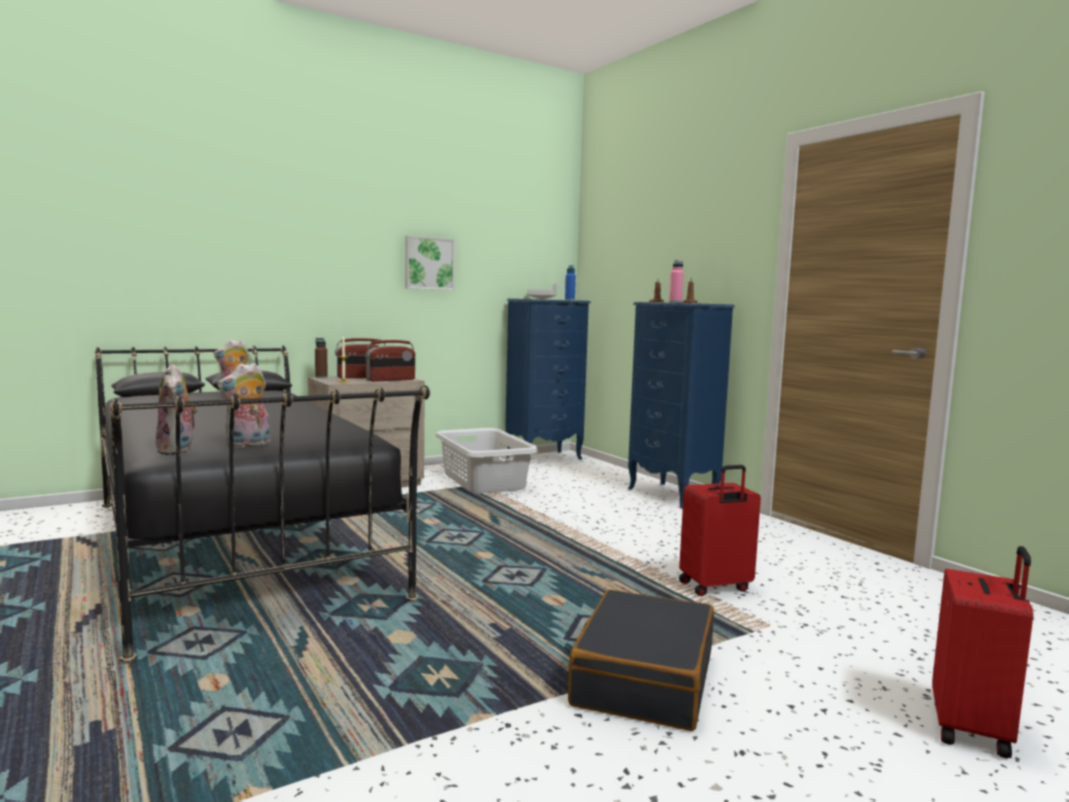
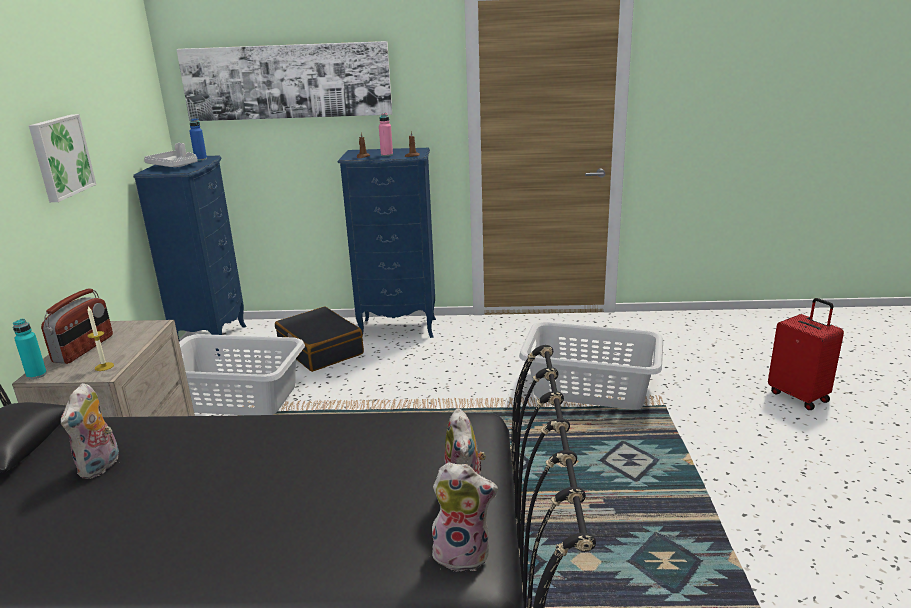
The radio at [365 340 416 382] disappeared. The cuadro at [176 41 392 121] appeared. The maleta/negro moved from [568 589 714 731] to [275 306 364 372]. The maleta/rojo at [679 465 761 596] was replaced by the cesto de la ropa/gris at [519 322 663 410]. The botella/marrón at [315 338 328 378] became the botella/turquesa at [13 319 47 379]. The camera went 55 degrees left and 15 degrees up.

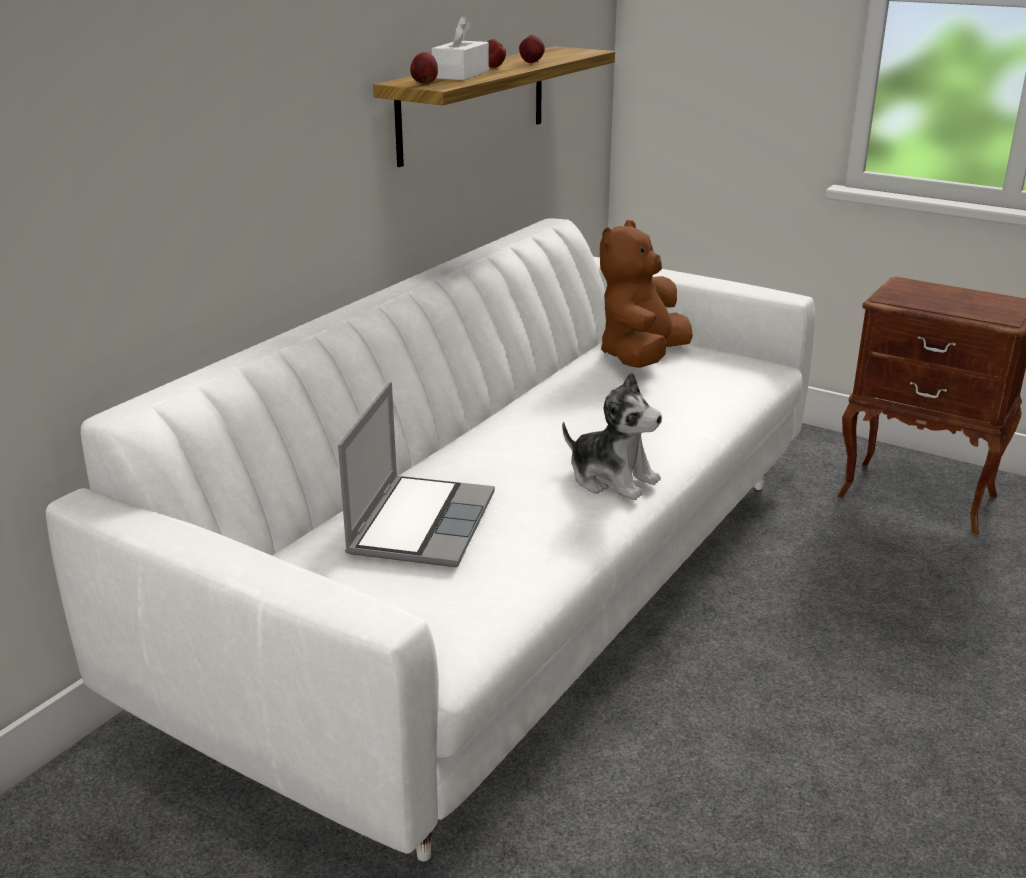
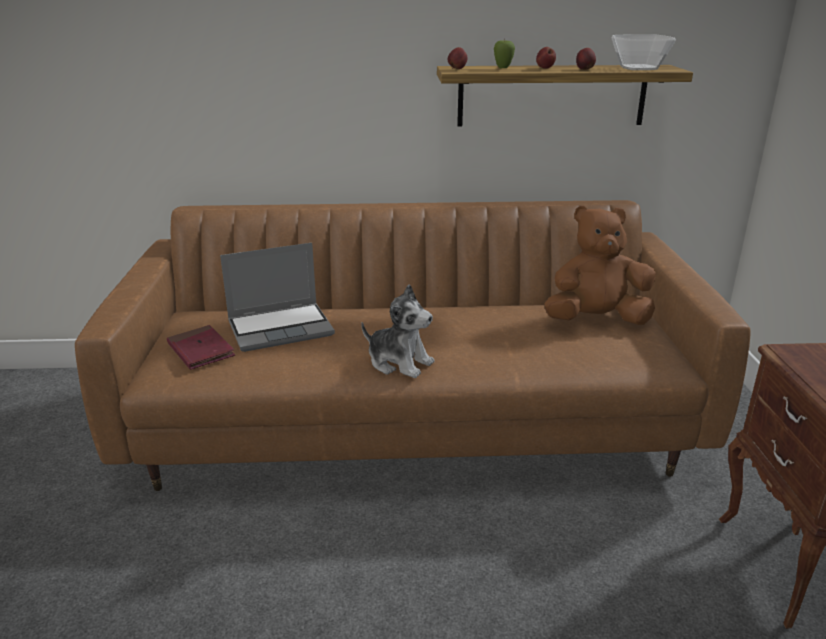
The libro/rojo at [167 325 235 370] appeared. The cuenco at [612 34 676 70] appeared. The caja de pañuelos/blanco at [432 15 489 80] was replaced by the manzana at [494 39 515 69]. The sofá/blanco at [46 218 815 861] became the sofá/marrón at [75 200 750 491]. The peluche at [562 372 662 500] turned 60 degrees counterclockwise. The camera went 55 degrees right and 0 degrees up.

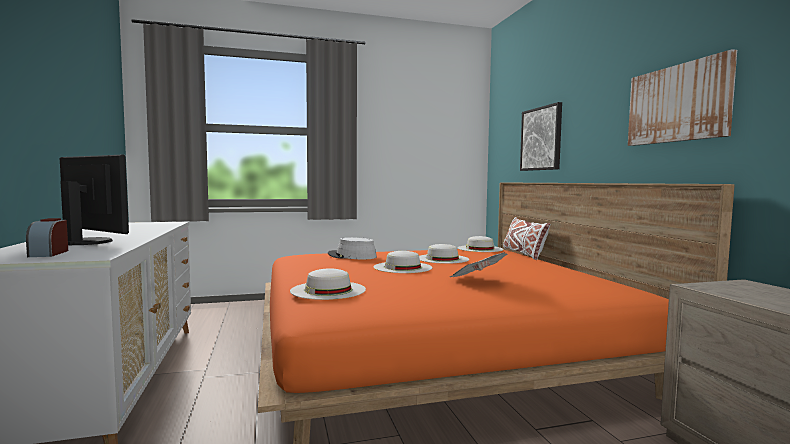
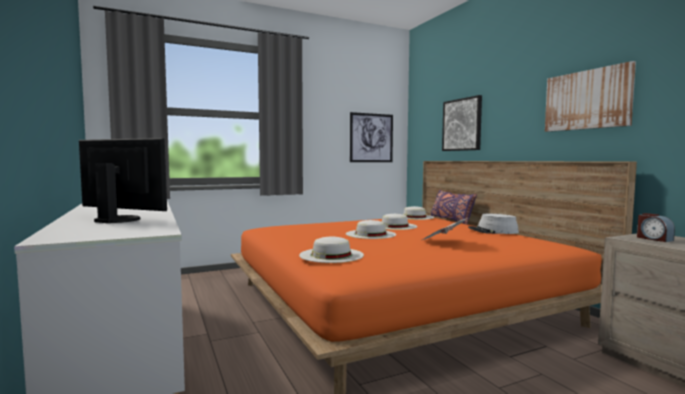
The cuadro at [350 112 393 162] appeared. The despertador moved from [26 218 68 257] to [637 213 675 242]. The sombrero/gris moved from [328 237 377 259] to [468 214 519 234]. The cojín/blanco at [503 217 550 260] became the cojín/morado at [431 190 477 225]. The camera went 10 degrees left and 0 degrees up.

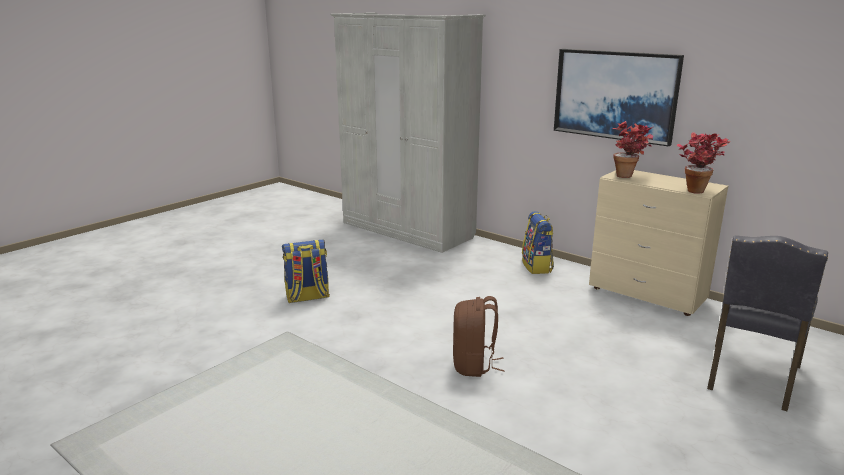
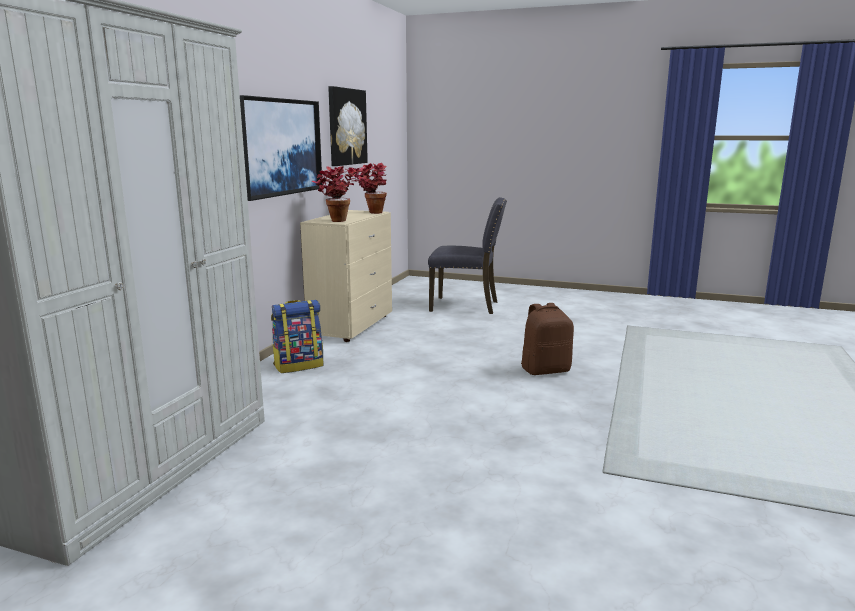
The mochila at [282 239 330 303] disappeared. The cuadro at [328 86 368 166] appeared. The camera went 110 degrees left and 5 degrees down.

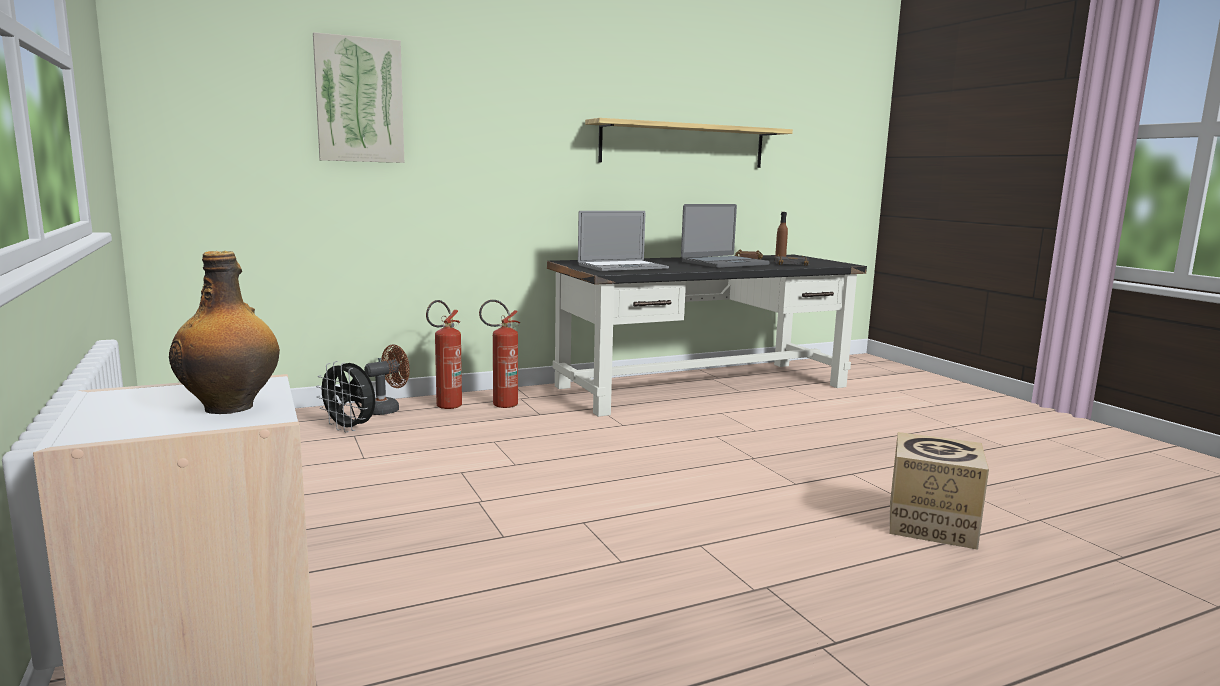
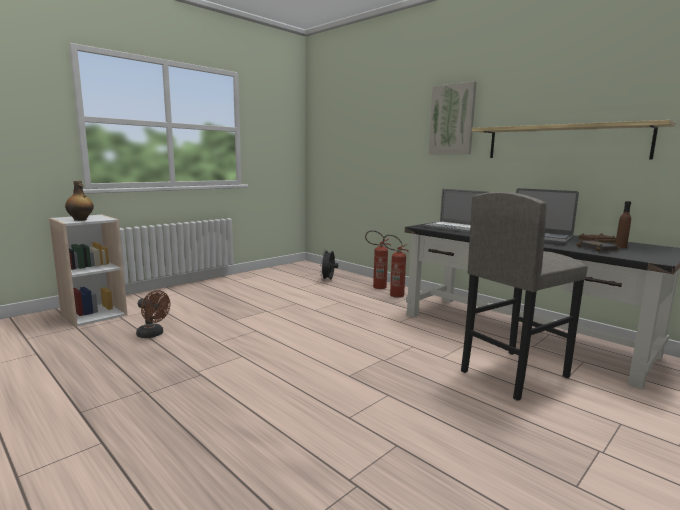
The caja de cartón at [890 432 989 550] disappeared. The taburete/gris at [461 192 588 401] appeared. The cuadro moved from [313 32 404 163] to [429 81 477 154]. The ventilador/marrón moved from [364 344 410 415] to [136 290 170 338]. The camera went 70 degrees right and 0 degrees up.

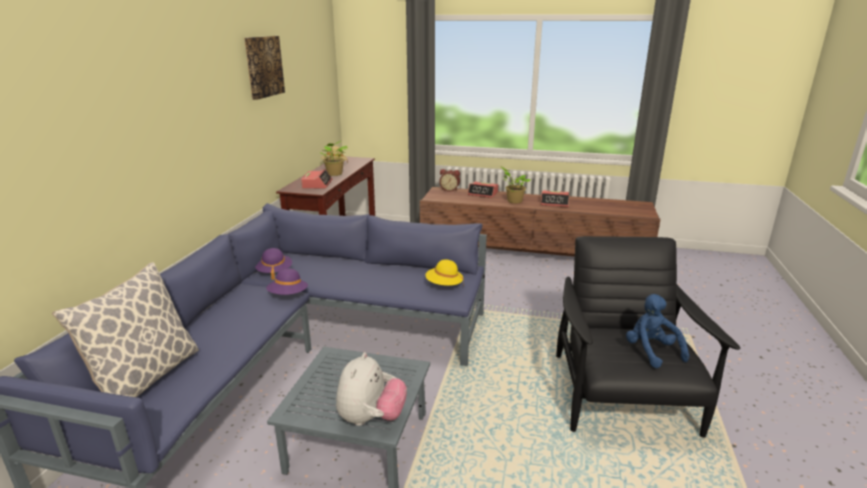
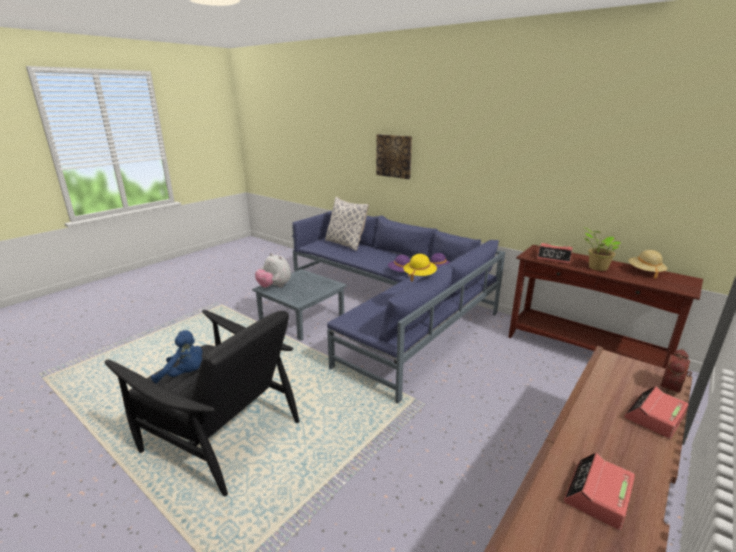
The planta en maceta at [500 166 531 203] disappeared. The cuadro moved from [244 36 285 100] to [376 134 412 179]. The sombrero/amarillo moved from [425 259 464 286] to [403 254 437 282]. The camera went 115 degrees right and 0 degrees up.

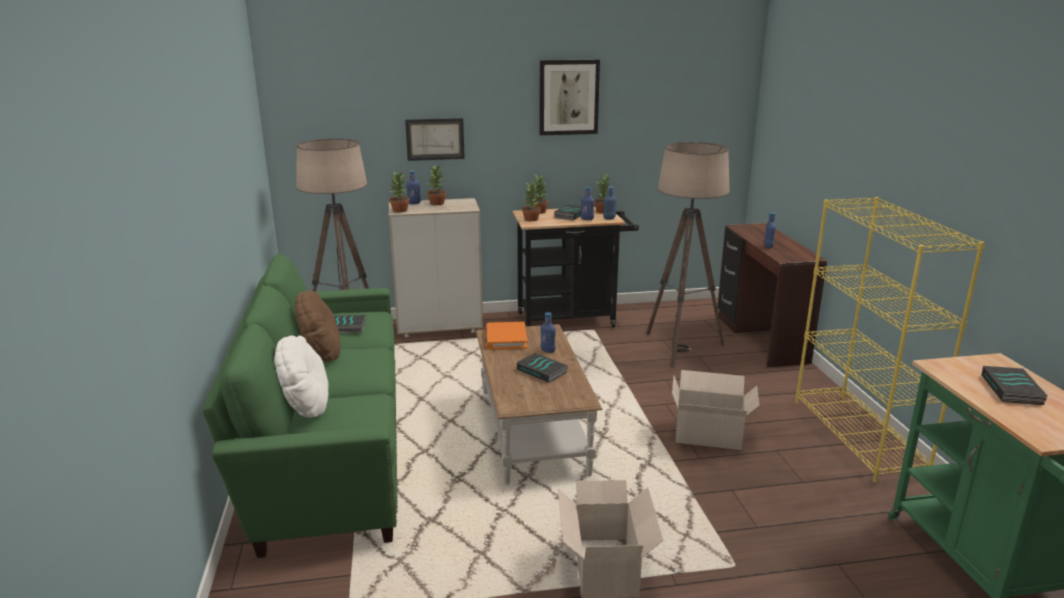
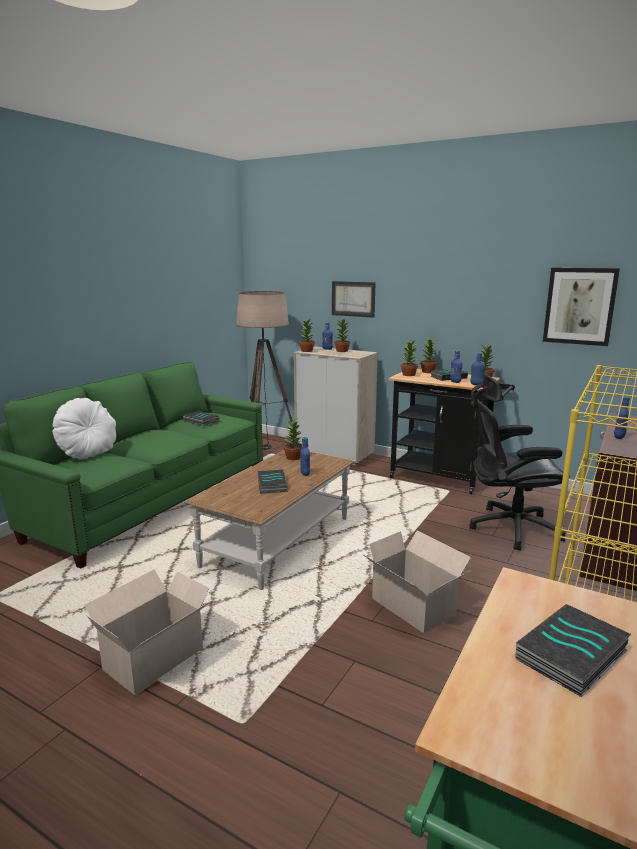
The cojín/marrón at [295 291 341 362] disappeared. The cuadro moved from [539 59 600 136] to [543 268 620 346]. The libro/naranja at [485 322 527 350] was replaced by the planta en maceta at [283 417 302 460]. The lámpara de pie at [646 142 730 368] was replaced by the silla de oficina at [469 374 570 551]. The camera went 40 degrees right and 5 degrees down.

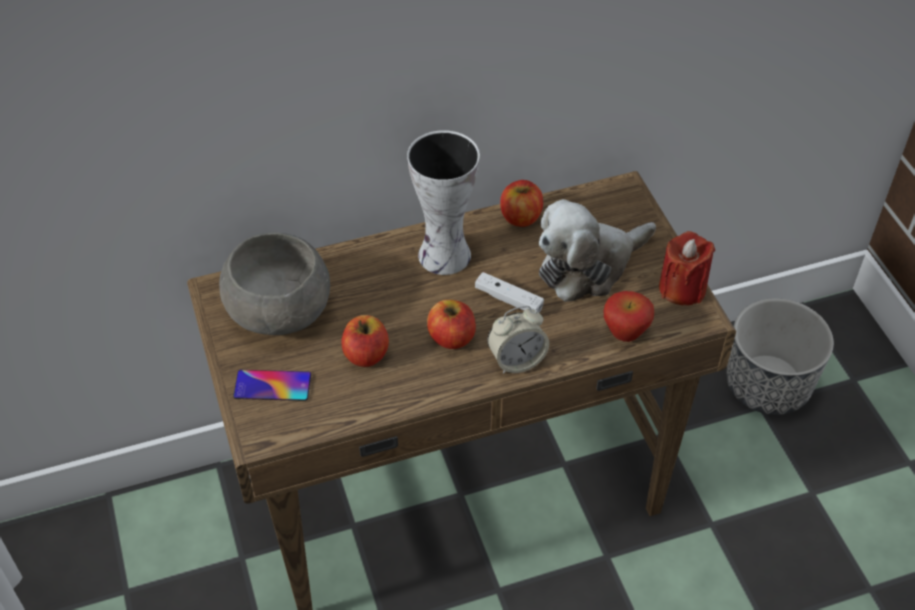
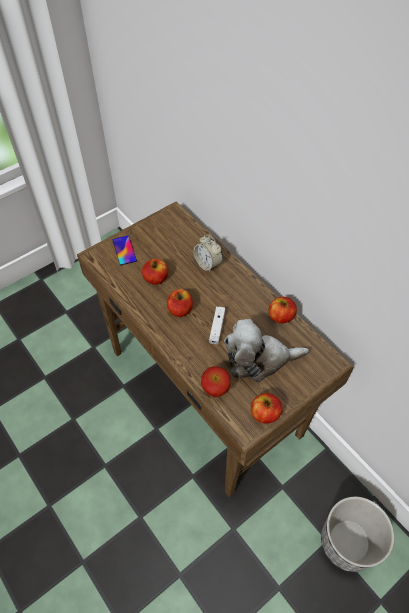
The cuenco/gris at [219 232 330 335] disappeared. The florero at [407 130 480 275] disappeared. The despertador moved from [487 306 549 374] to [194 235 223 273]. The vela/rojo at [659 231 715 306] was replaced by the manzana at [251 393 282 424]. The peluche at [539 199 656 302] turned 45 degrees counterclockwise. The camera went 70 degrees right and 5 degrees up.

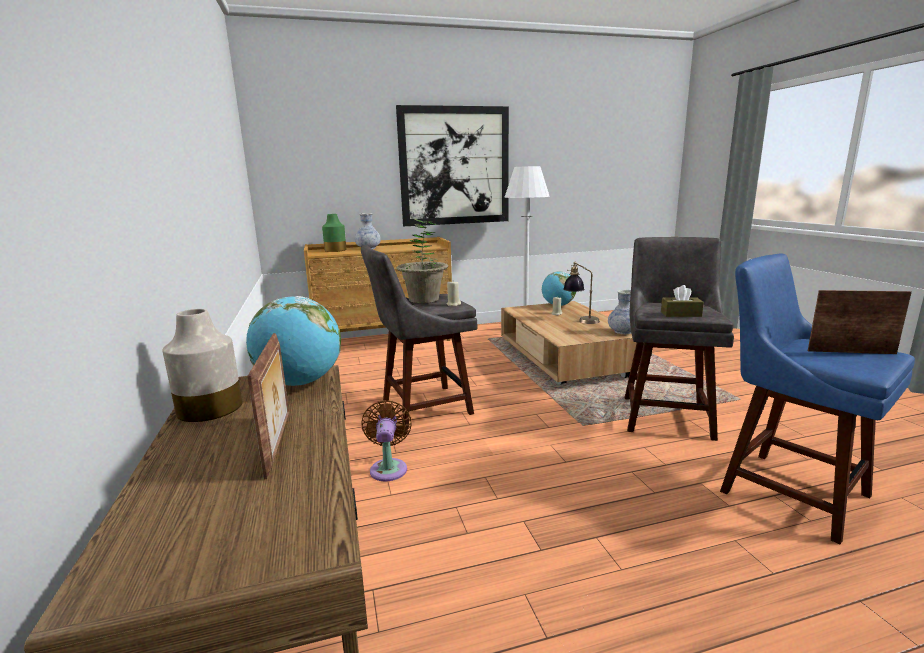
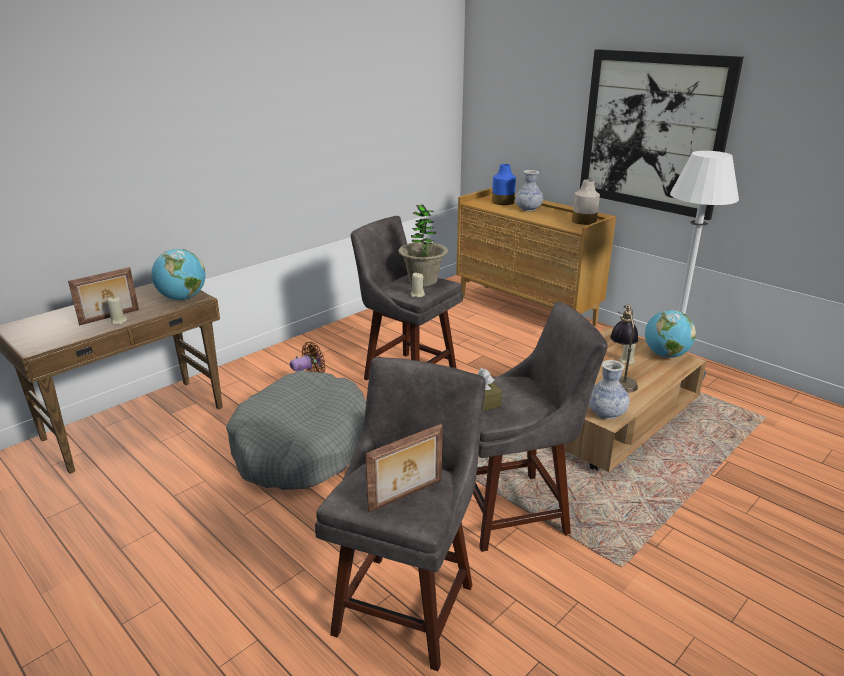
The vela/beis at [107 297 127 325] appeared. The cama para perro/gris at [226 370 366 490] appeared. The florero/beis moved from [162 309 243 422] to [572 180 600 225]. The florero/verde at [322 214 347 252] became the florero/azul at [492 164 516 205]. The taburete/azul at [720 254 915 544] became the taburete/gris at [315 357 486 671]. The portarretratos at [808 290 912 354] turned 75 degrees clockwise. The camera went 60 degrees right and 10 degrees up.

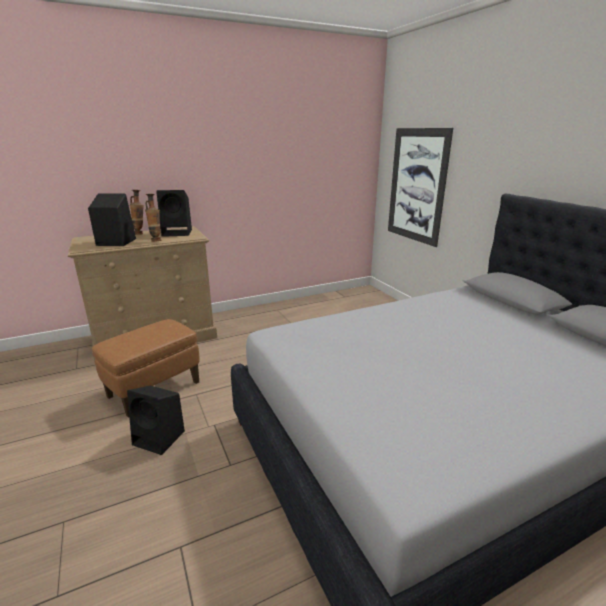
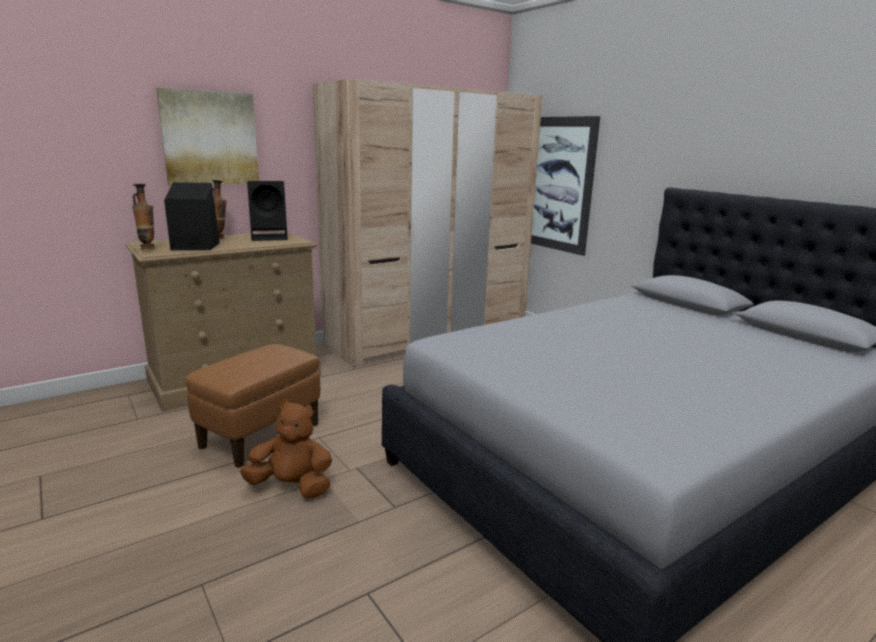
The cuadro at [156 88 259 186] appeared. The armario ropero/beis at [313 79 543 367] appeared. The florero moved from [145 194 162 242] to [132 184 155 250]. The altavoz/negro at [127 385 185 455] was replaced by the peluche/marrón at [240 399 332 498]. The camera went 10 degrees left and 5 degrees down.

